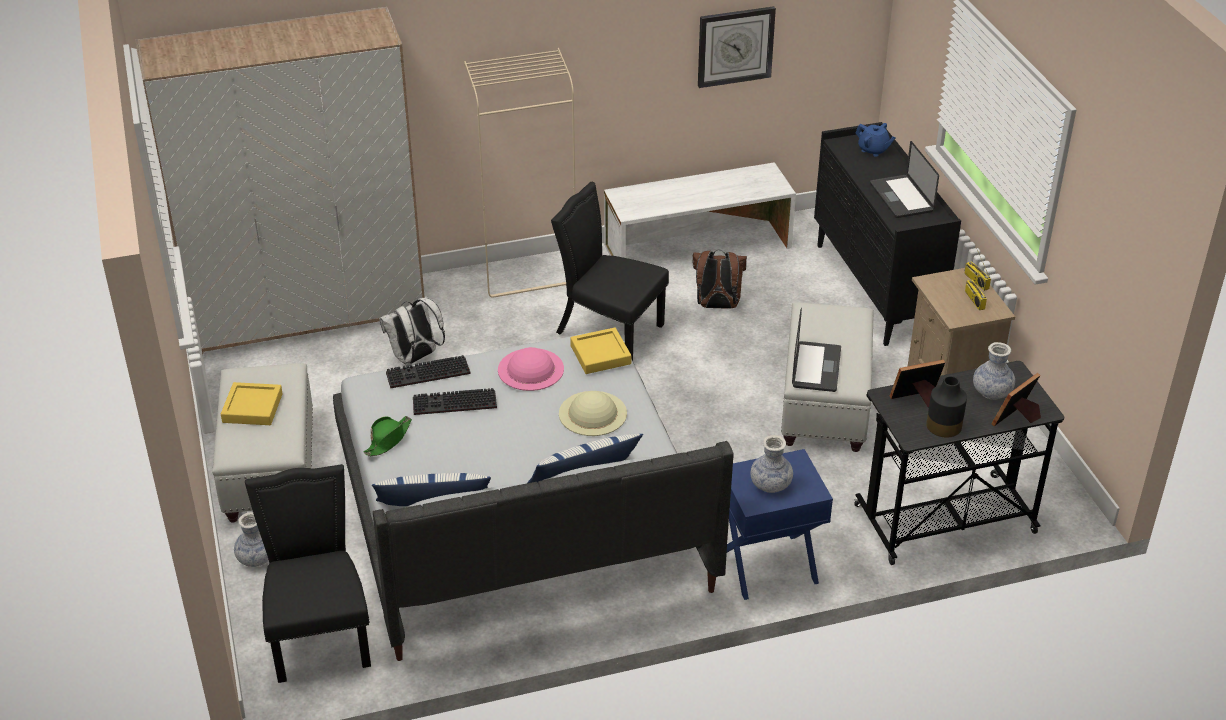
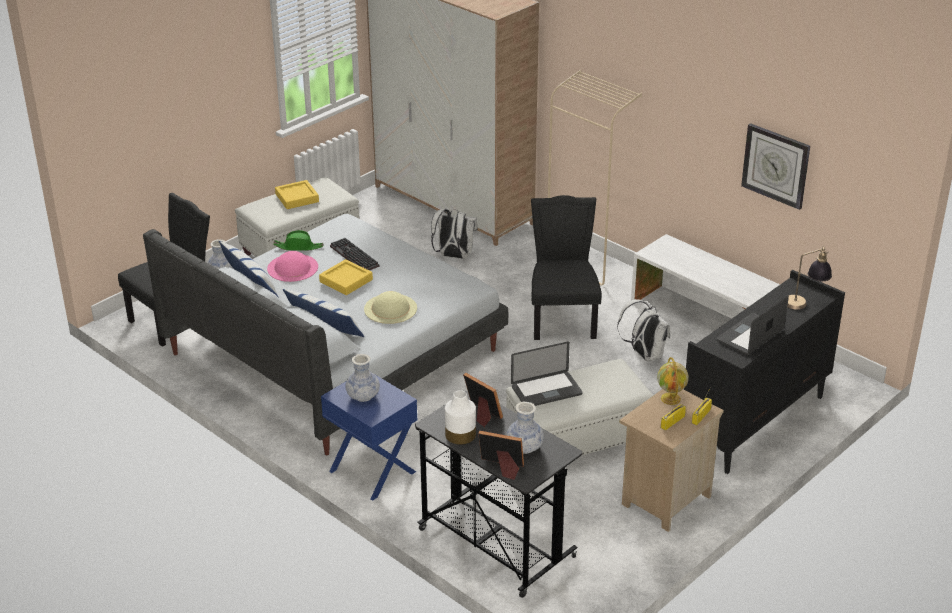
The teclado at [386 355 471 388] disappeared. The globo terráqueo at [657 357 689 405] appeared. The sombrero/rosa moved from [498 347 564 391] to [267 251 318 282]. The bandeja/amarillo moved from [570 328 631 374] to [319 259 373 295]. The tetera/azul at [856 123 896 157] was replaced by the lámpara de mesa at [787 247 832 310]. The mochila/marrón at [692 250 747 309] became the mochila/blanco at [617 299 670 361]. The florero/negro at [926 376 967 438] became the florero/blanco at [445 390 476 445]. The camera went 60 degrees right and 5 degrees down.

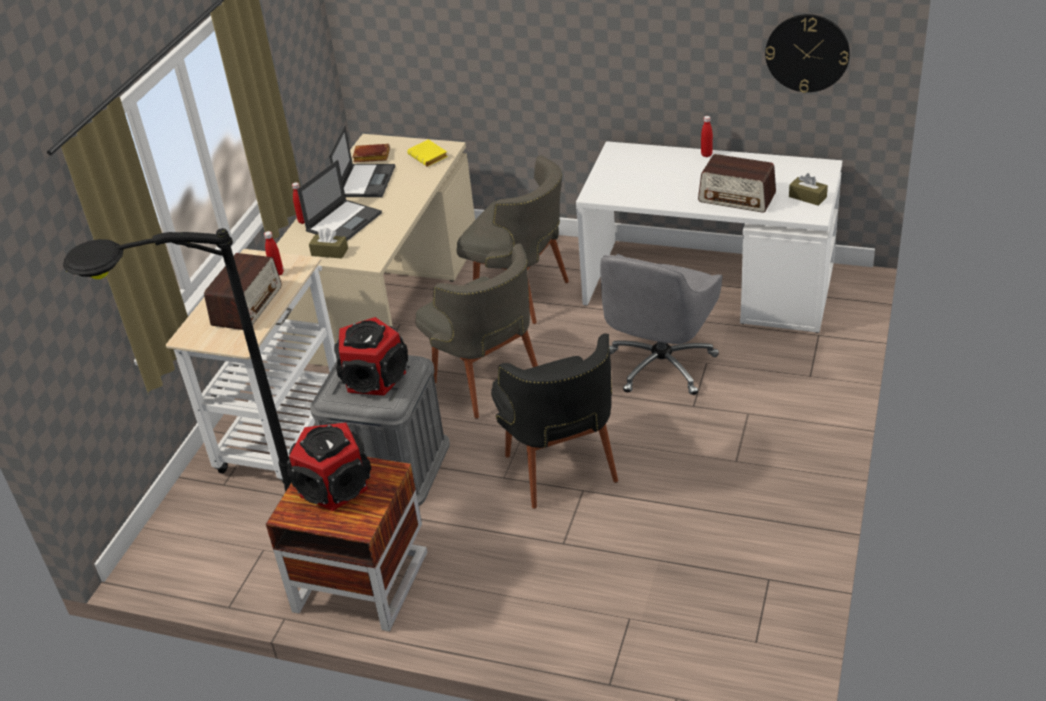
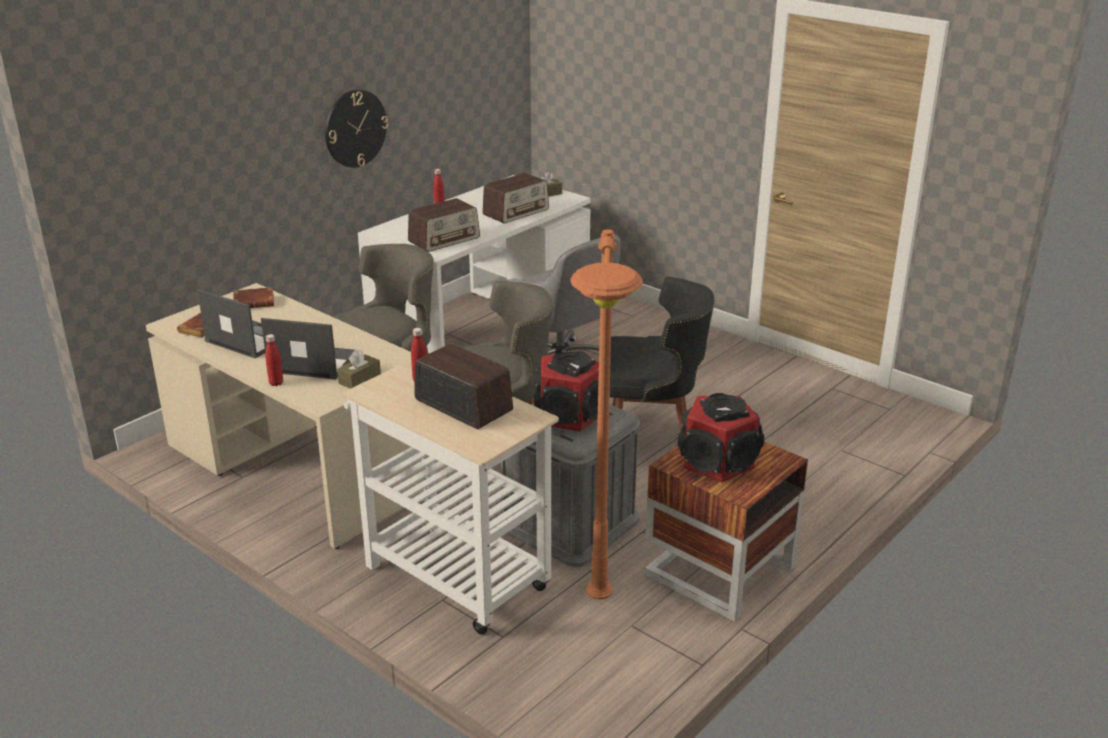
The radio at [408 198 480 252] appeared. The reloj de pared moved from [765 14 850 93] to [325 90 388 168]. The lámpara de pie/negro at [63 228 291 492] became the lámpara de pie/naranja at [570 229 643 600]. The libro/amarillo at [407 139 448 167] became the libro/marrón at [233 287 274 308]. The portátil at [297 160 382 241] turned 45 degrees counterclockwise. The camera went 70 degrees left and 10 degrees down.

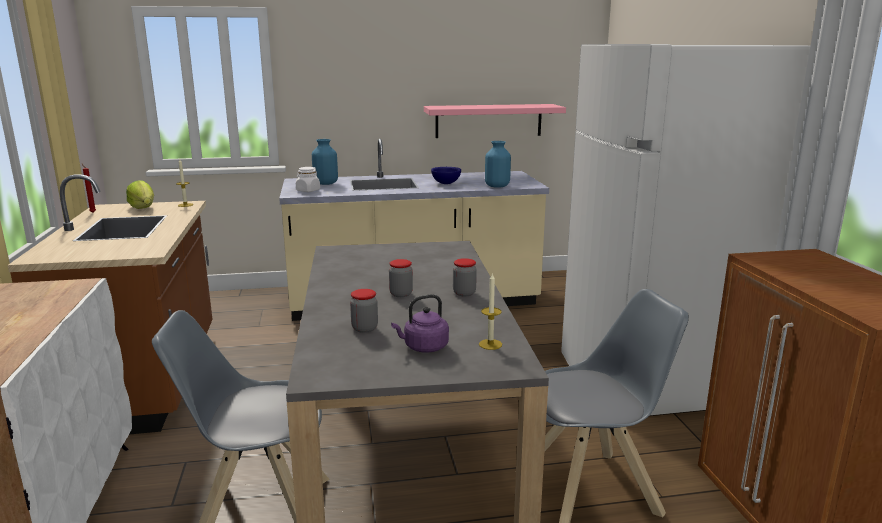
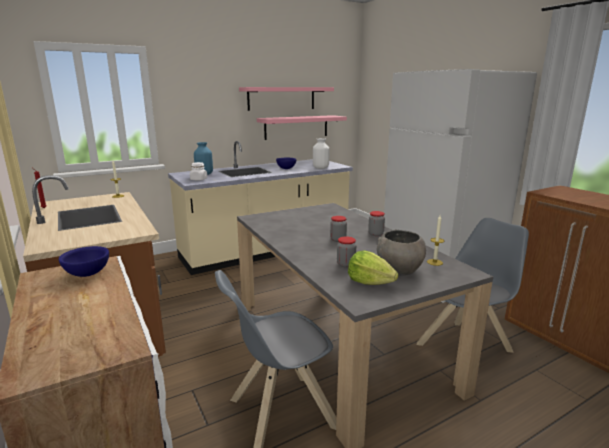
The cuenco/azul at [59 246 109 277] appeared. The estante/rosa at [239 87 334 111] appeared. The lechuga moved from [126 180 154 209] to [348 250 398 285]. The hervidor/morado at [391 294 449 353] was replaced by the cuenco/gris at [377 229 426 276]. The florero/azul at [485 141 511 188] became the florero/blanco at [313 138 329 169]. The camera went 20 degrees left and 0 degrees up.

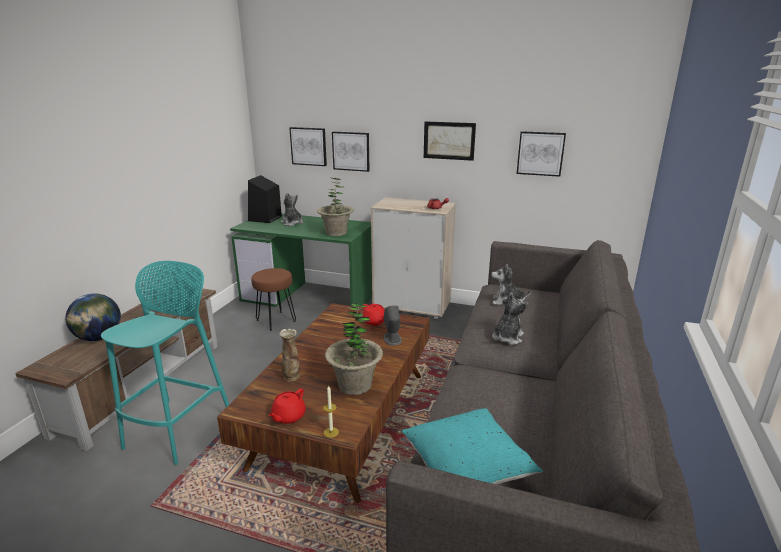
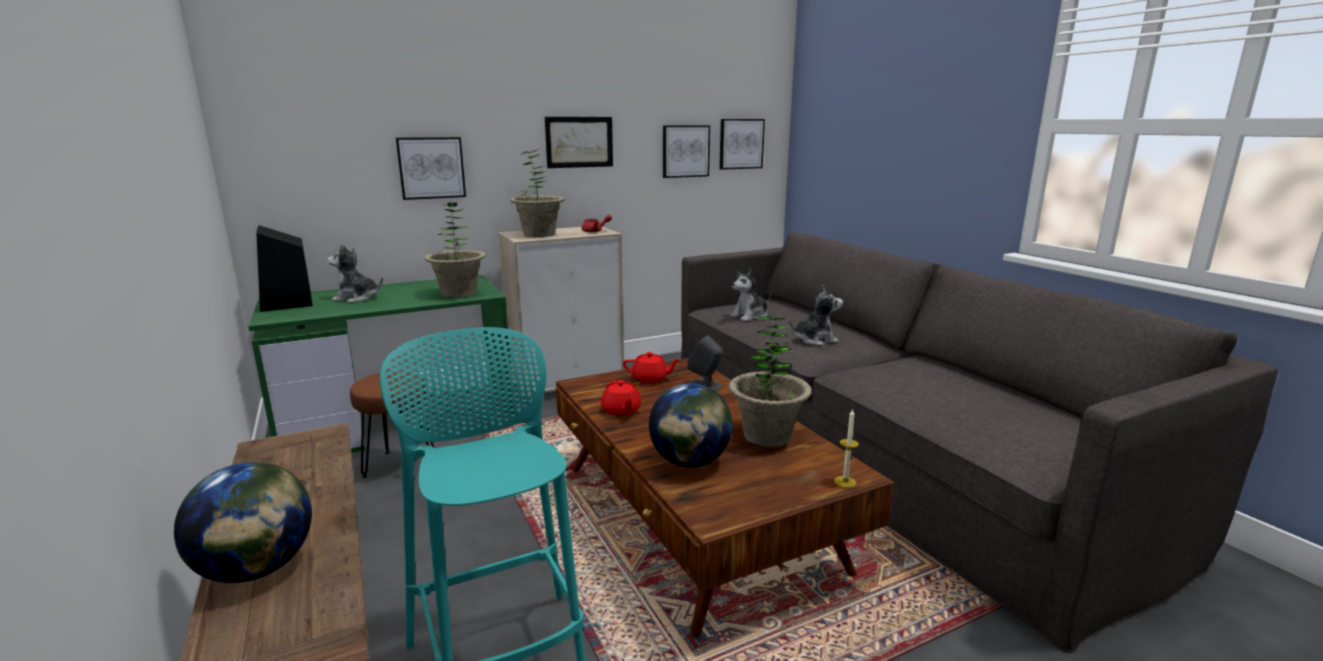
The cojín/turquesa at [402 408 543 485] disappeared. The planta en maceta at [510 149 565 237] appeared. The tetera/rojo moved from [269 388 306 424] to [601 380 641 416]. The cuadro moved from [290 127 327 166] to [719 119 765 170]. The florero at [279 329 300 382] was replaced by the globo terráqueo at [649 383 732 468]. The peluche at [492 293 528 345] turned 90 degrees clockwise. The camera went 45 degrees left and 5 degrees down.

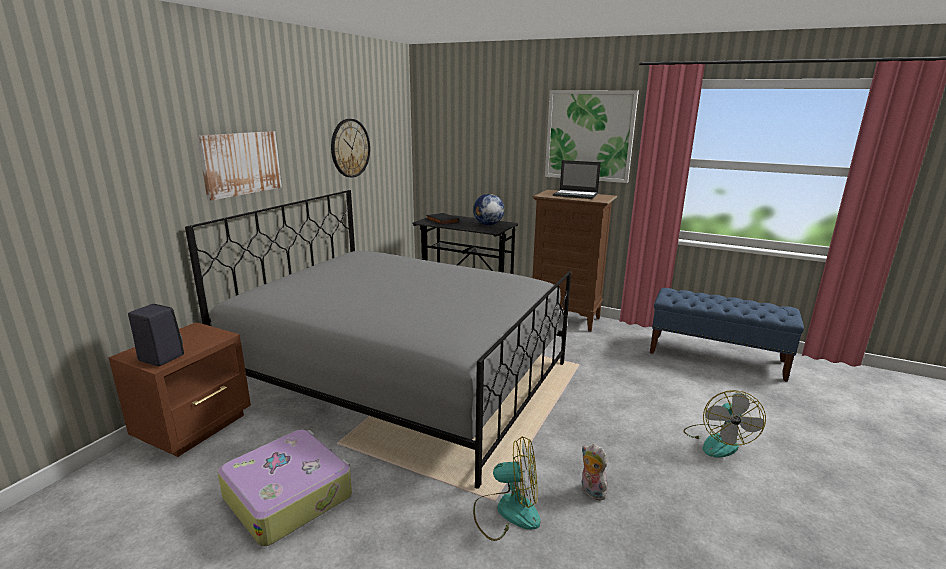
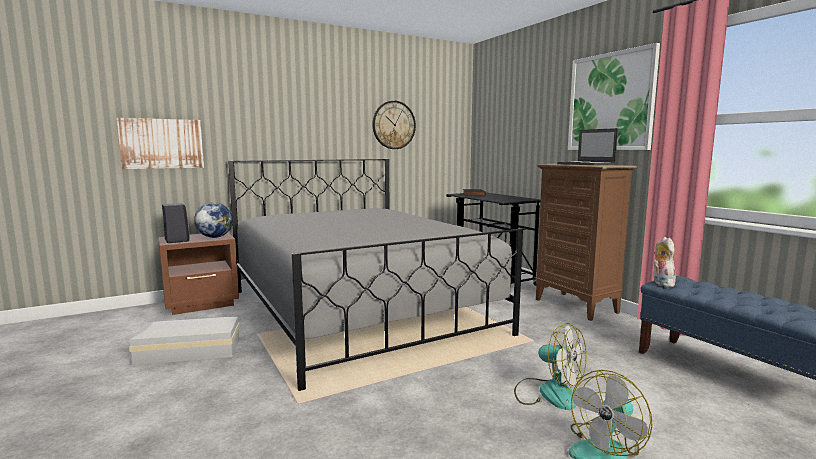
The cuadro moved from [197 131 282 201] to [117 118 204 169]. The globo terráqueo moved from [473 194 504 225] to [194 202 233 238]. The ventilador moved from [473 436 541 541] to [514 323 587 410]. The peluche moved from [581 444 607 500] to [653 237 676 287]. The maleta at [217 430 352 546] was replaced by the caja de almacenaje/blanco at [129 317 240 365]. The camera went 35 degrees right and 10 degrees down.

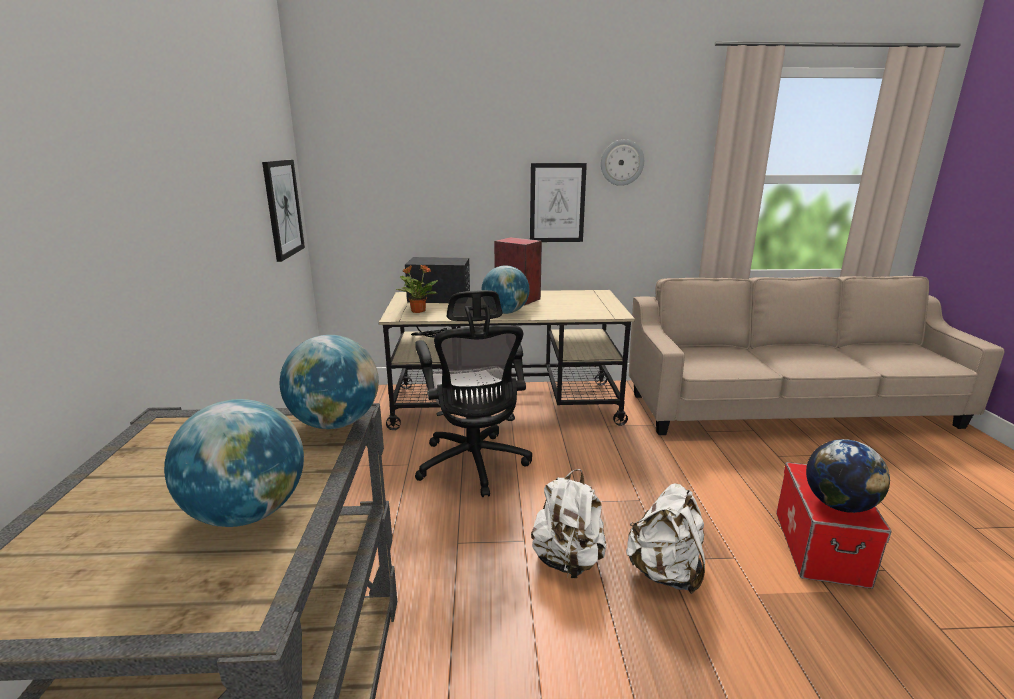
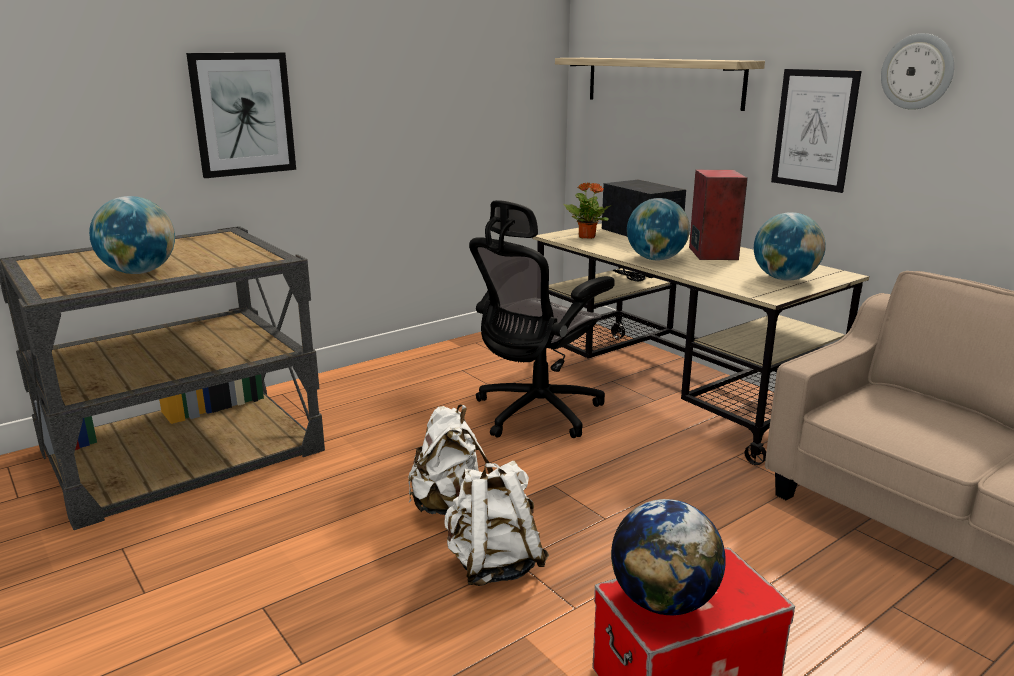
The estante at [555 58 765 111] appeared. The cuadro moved from [262 160 305 262] to [186 53 296 178]. The globo terráqueo moved from [280 335 379 429] to [754 212 826 280]. The camera went 55 degrees right and 0 degrees up.

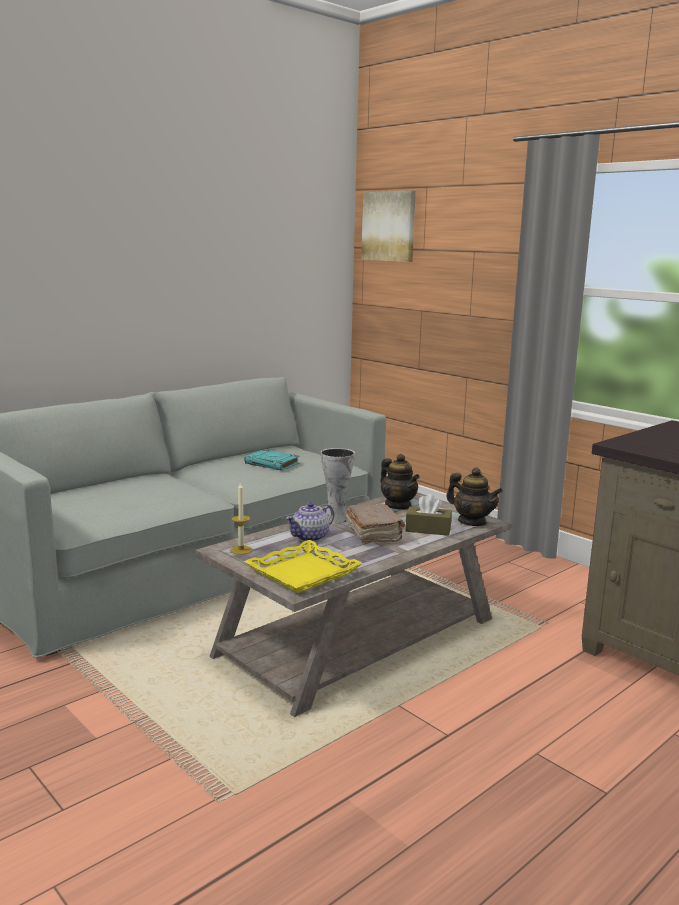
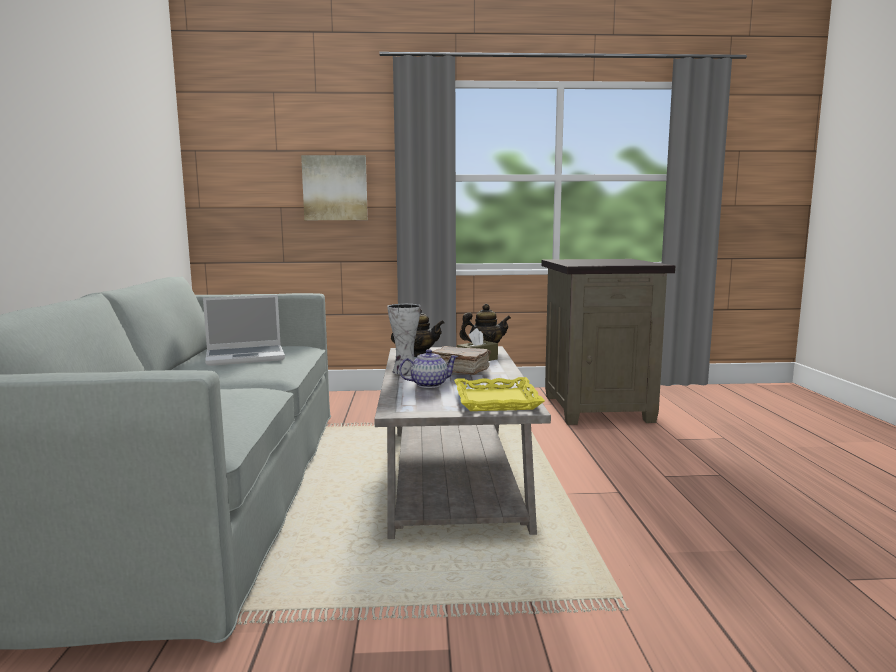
The vela at [230 482 252 555] disappeared. The cuadro moved from [361 191 416 262] to [301 155 368 220]. The libro/turquesa at [244 449 299 471] was replaced by the portátil at [203 295 285 366]. The tetera at [286 502 334 542] turned 105 degrees counterclockwise. The camera went 50 degrees left and 5 degrees down.

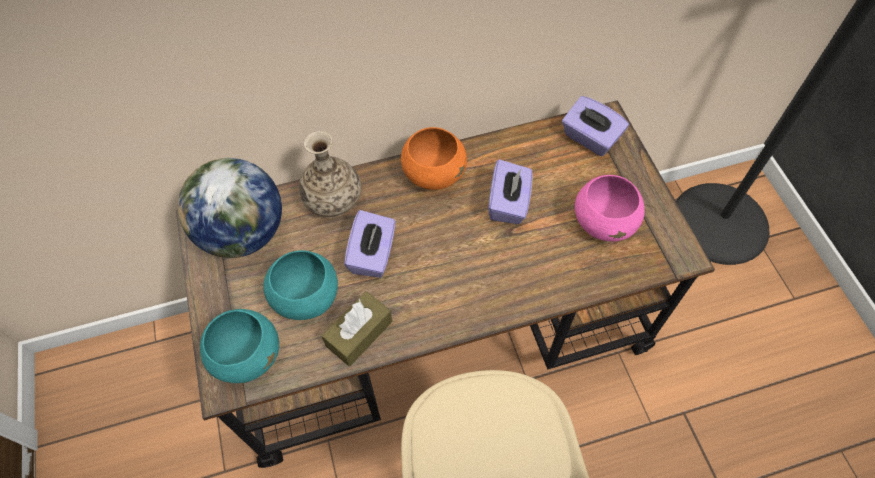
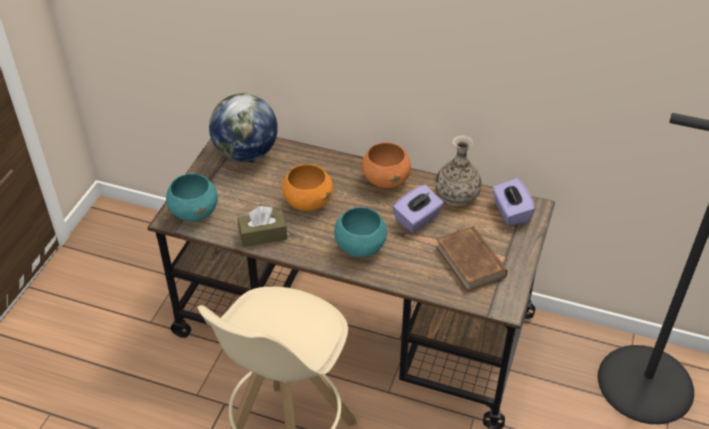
The cuenco/turquesa moved from [263 250 338 320] to [334 207 387 257]. The florero moved from [299 131 361 217] to [435 135 482 206]. The caja de pañuelos/morado at [344 210 395 278] was replaced by the cuenco/naranja at [282 164 333 211]. The cuenco/rosa at [575 175 645 241] was replaced by the libro/marrón at [436 226 507 292]. The camera went 35 degrees right and 15 degrees down.

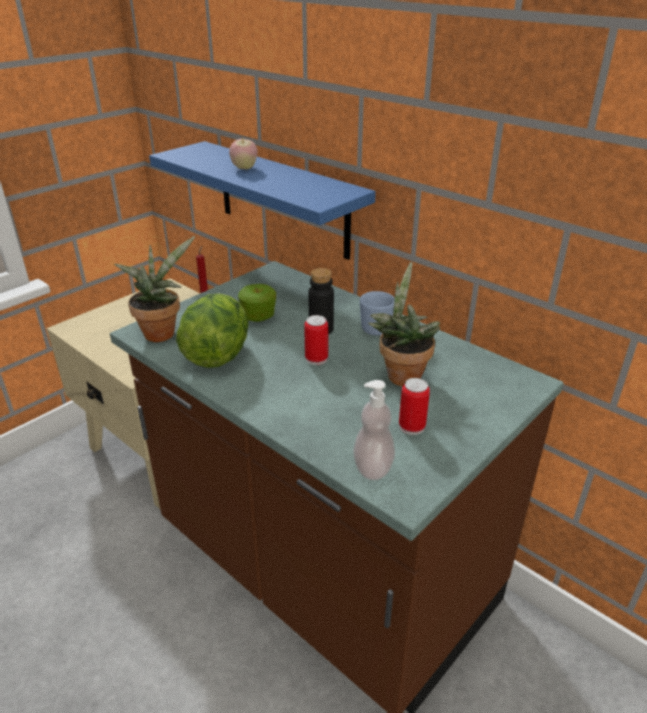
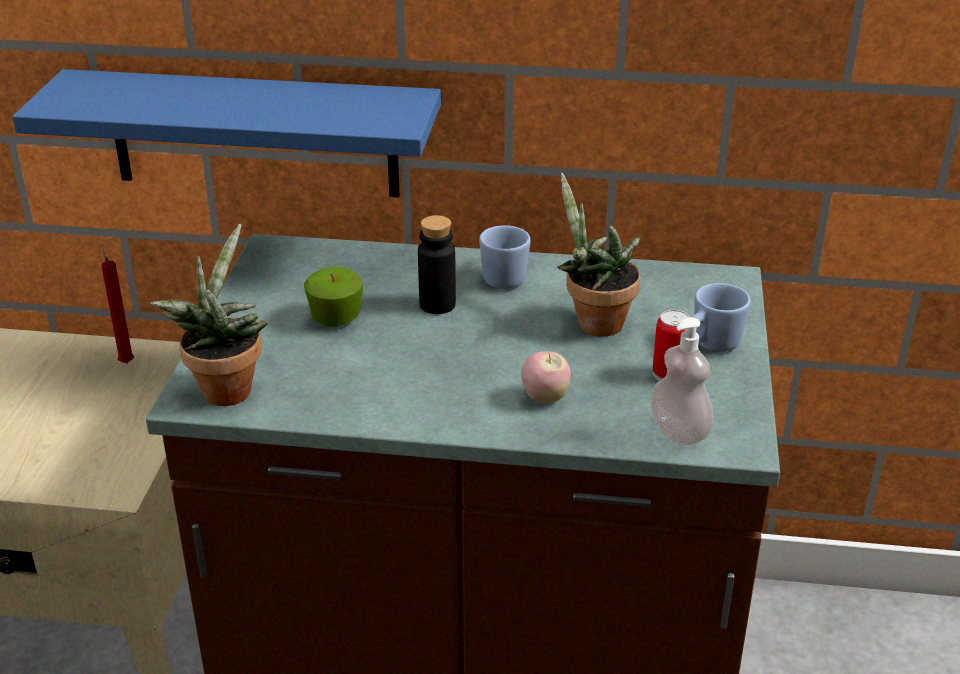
The lechuga at [176 293 249 368] disappeared. The lata at [304 315 328 365] disappeared. The taza grande/azul at [692 283 751 352] appeared. The manzana moved from [229 137 258 169] to [521 351 571 403]. The camera went 35 degrees left and 0 degrees up.

